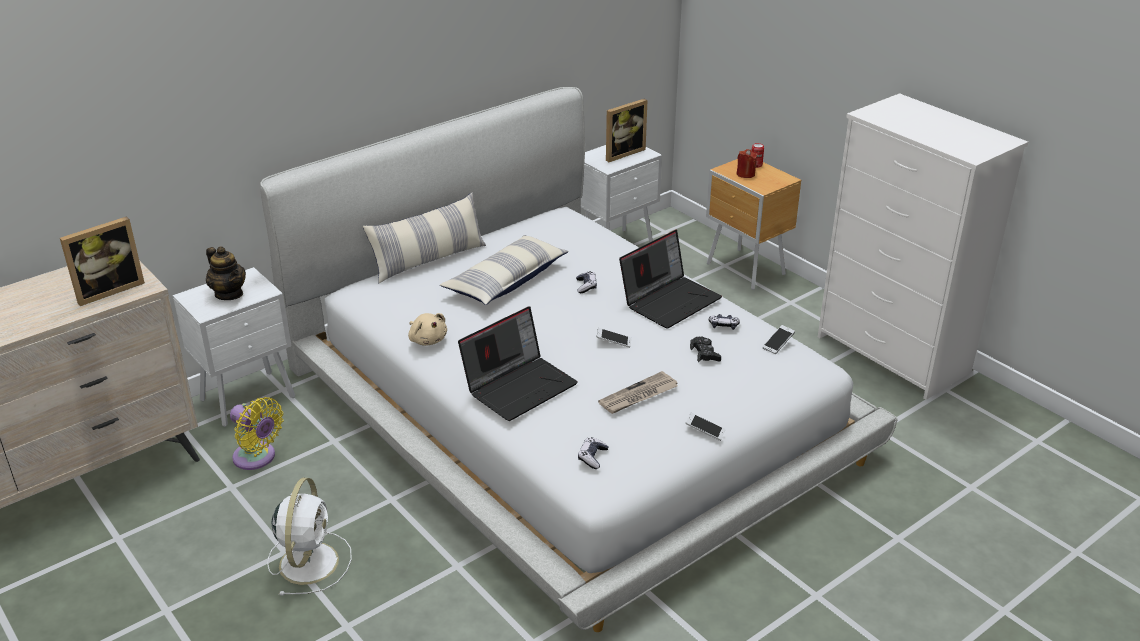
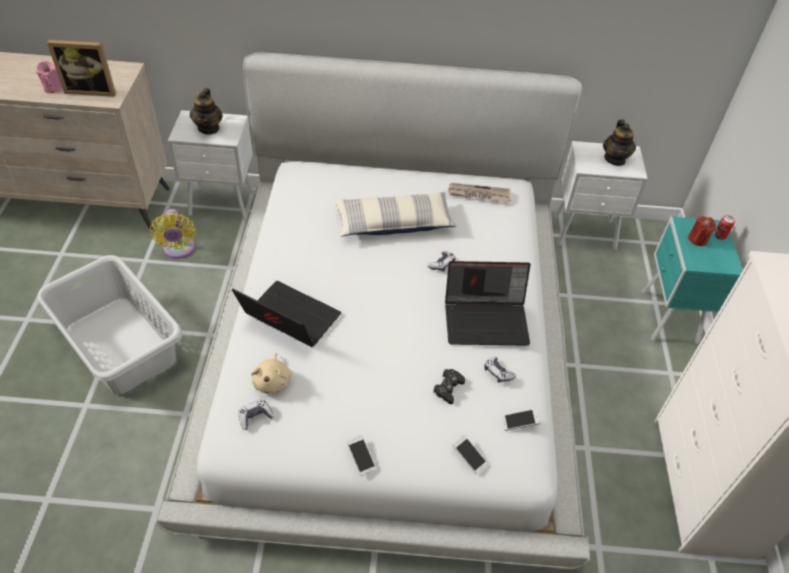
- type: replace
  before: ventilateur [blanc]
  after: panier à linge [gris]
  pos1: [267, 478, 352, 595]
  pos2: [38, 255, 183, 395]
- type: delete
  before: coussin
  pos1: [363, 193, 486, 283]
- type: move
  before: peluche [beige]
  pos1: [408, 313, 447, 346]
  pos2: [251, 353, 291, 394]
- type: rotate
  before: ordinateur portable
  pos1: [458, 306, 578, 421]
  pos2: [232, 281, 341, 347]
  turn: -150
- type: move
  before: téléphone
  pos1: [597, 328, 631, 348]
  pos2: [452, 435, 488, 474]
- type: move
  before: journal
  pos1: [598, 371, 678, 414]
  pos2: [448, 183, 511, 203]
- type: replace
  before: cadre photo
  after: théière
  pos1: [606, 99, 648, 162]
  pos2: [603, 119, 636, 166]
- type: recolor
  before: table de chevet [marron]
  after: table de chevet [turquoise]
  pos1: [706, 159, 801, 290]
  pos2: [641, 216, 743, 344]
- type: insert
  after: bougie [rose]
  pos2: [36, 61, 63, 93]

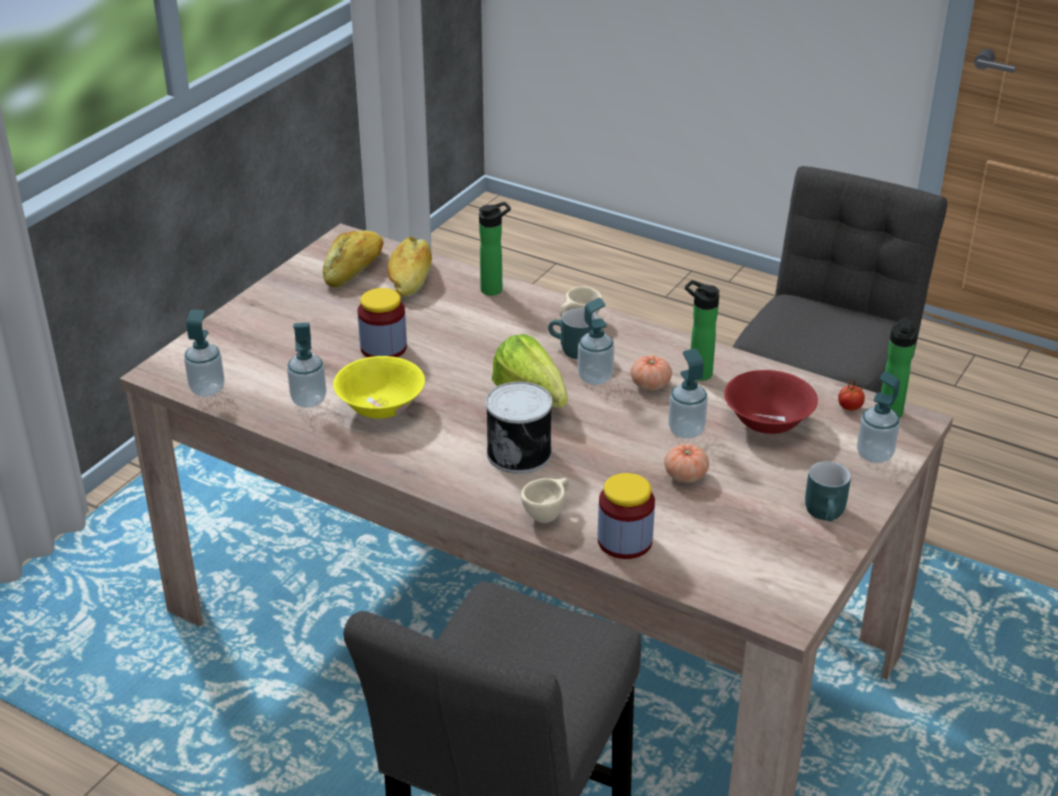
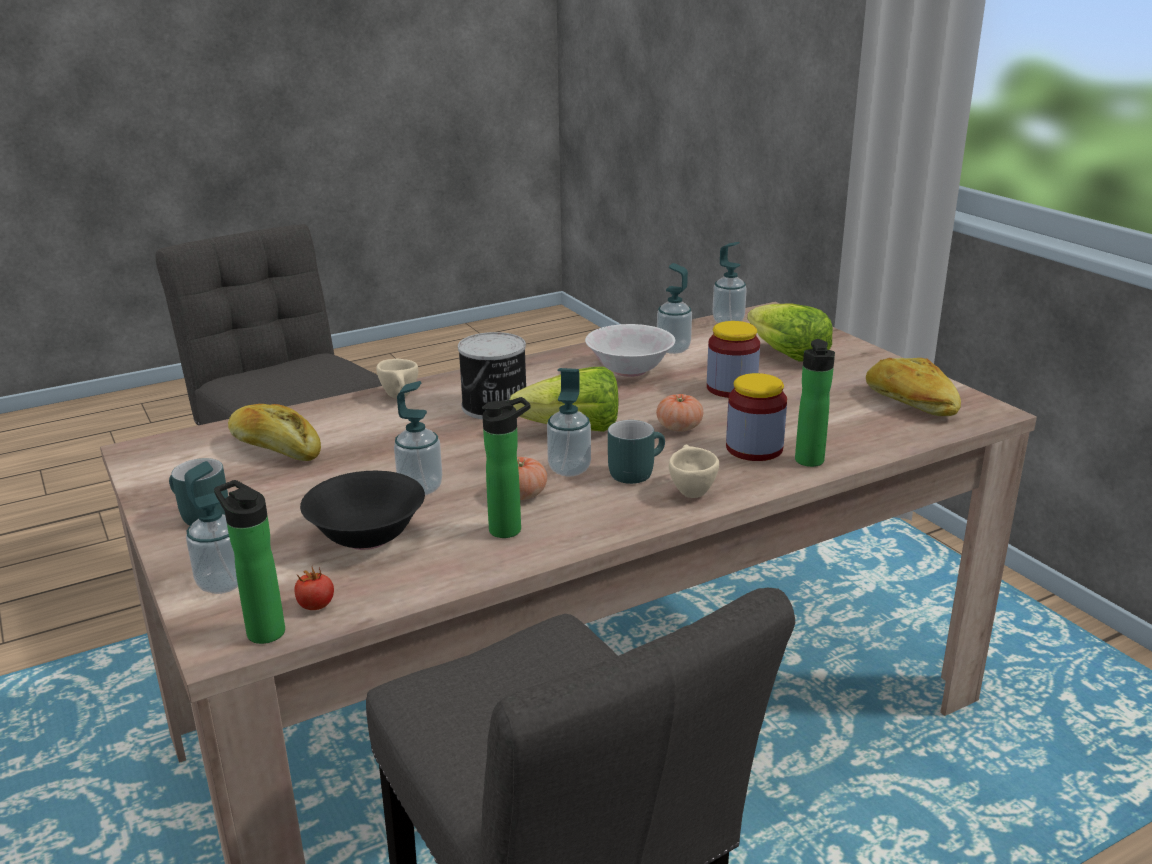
- type: recolor
  before: bol [jaune]
  after: bol [blanc]
  pos1: [333, 356, 425, 419]
  pos2: [585, 324, 675, 377]
- type: move
  before: pain
  pos1: [388, 237, 432, 297]
  pos2: [228, 404, 321, 461]
- type: move
  before: bocal
  pos1: [598, 473, 655, 559]
  pos2: [726, 373, 787, 461]
- type: move
  before: tomate
  pos1: [664, 444, 709, 483]
  pos2: [656, 394, 703, 432]
- type: recolor
  before: bol [rouge]
  after: bol [noir]
  pos1: [724, 370, 818, 434]
  pos2: [300, 471, 425, 550]
- type: insert
  after: laitue
  pos2: [747, 303, 833, 361]

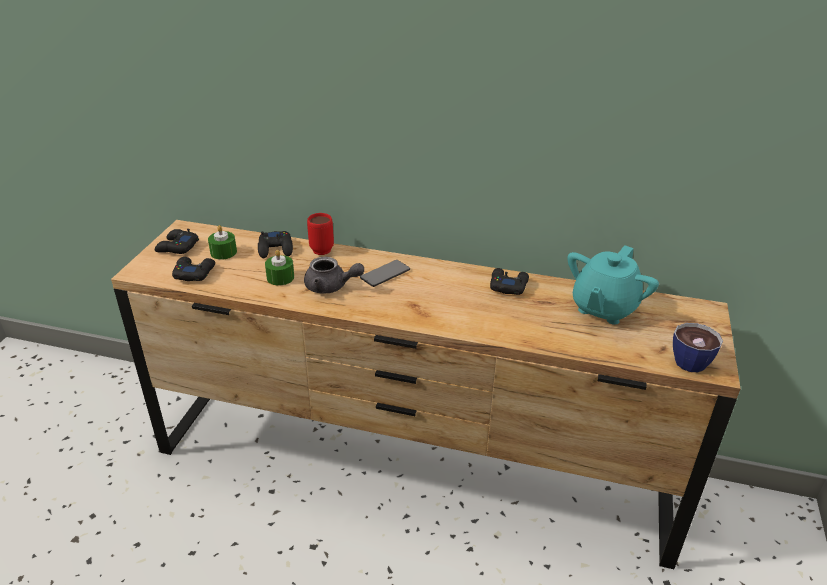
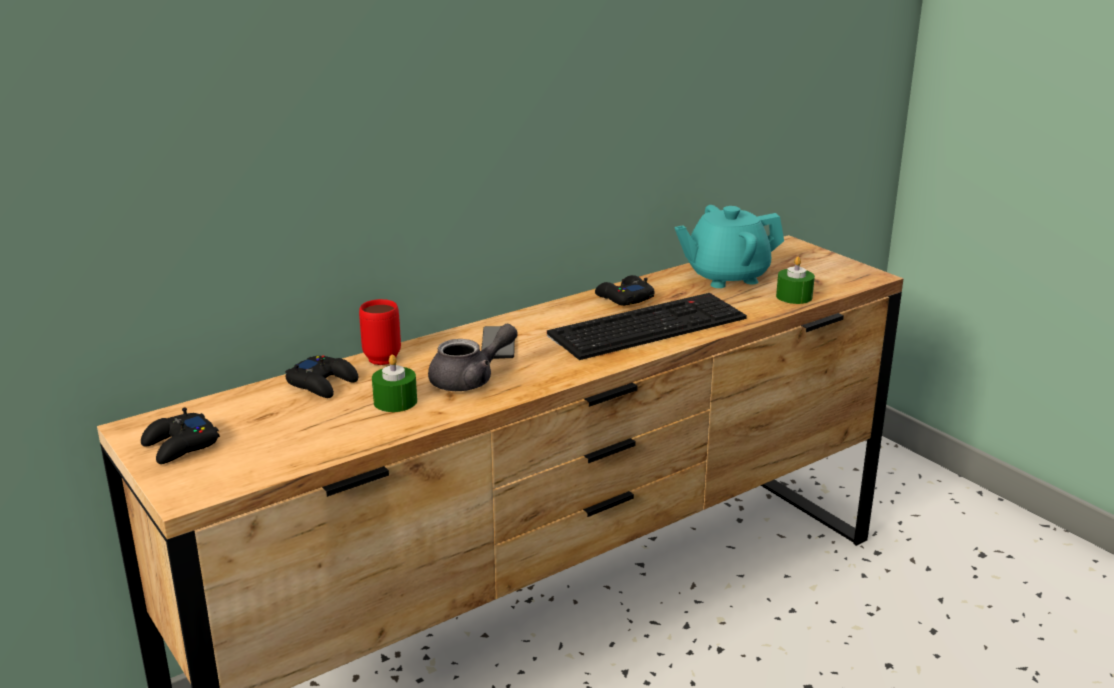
- type: delete
  before: manette [noir]
  pos1: [172, 257, 215, 281]
- type: move
  before: bougie [vert]
  pos1: [208, 225, 237, 260]
  pos2: [776, 257, 815, 304]
- type: rotate
  before: théière [turquoise]
  pos1: [567, 245, 659, 325]
  pos2: [675, 205, 784, 288]
  turn: 90
- type: delete
  before: tasse
  pos1: [673, 323, 723, 372]
- type: insert
  after: clavier
  pos2: [547, 293, 747, 360]

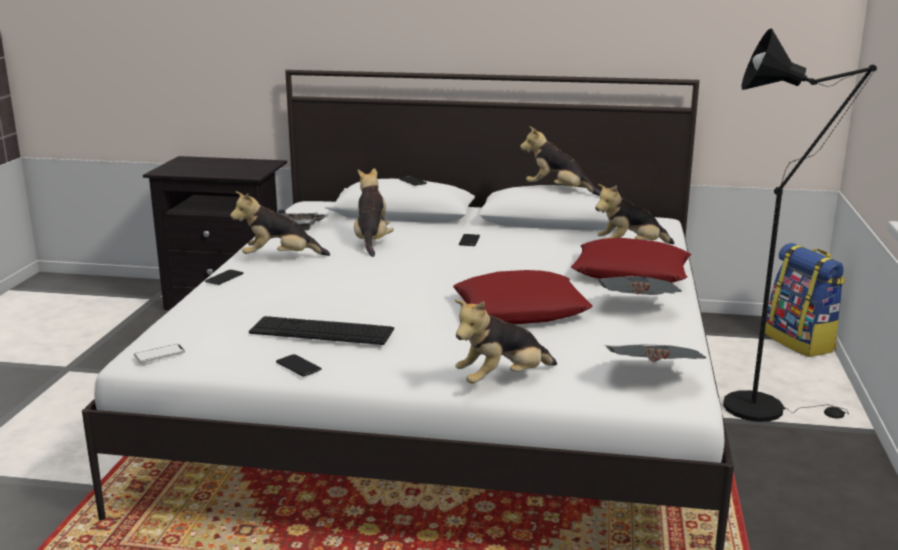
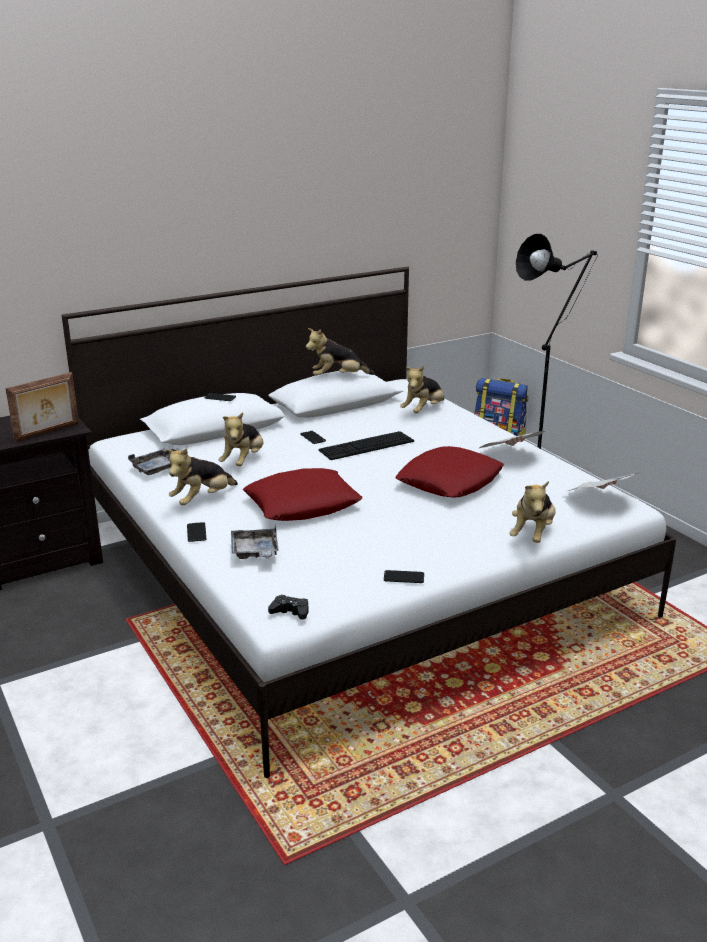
- type: replace
  before: téléphone
  after: manette [noir]
  pos1: [134, 344, 185, 363]
  pos2: [268, 595, 309, 620]
- type: move
  before: clavier
  pos1: [249, 316, 394, 345]
  pos2: [318, 431, 414, 460]
- type: rotate
  before: peluche
  pos1: [354, 168, 394, 257]
  pos2: [218, 412, 264, 466]
  turn: -120
- type: move
  before: coussin [rouge]
  pos1: [571, 238, 691, 283]
  pos2: [243, 468, 362, 521]
- type: insert
  after: cadre photo
  pos2: [5, 372, 79, 442]
- type: insert
  after: plateau [gris]
  pos2: [231, 525, 279, 559]

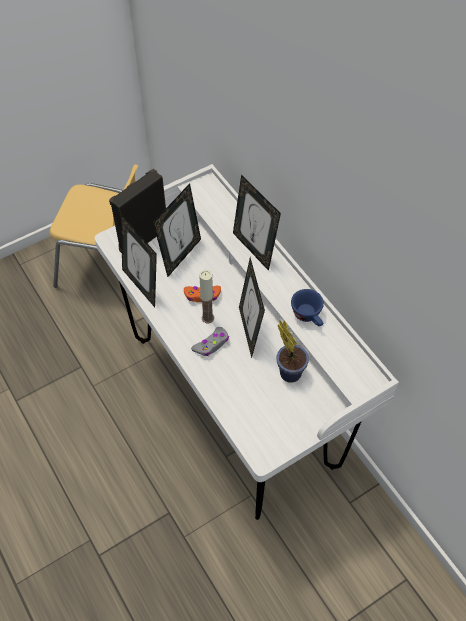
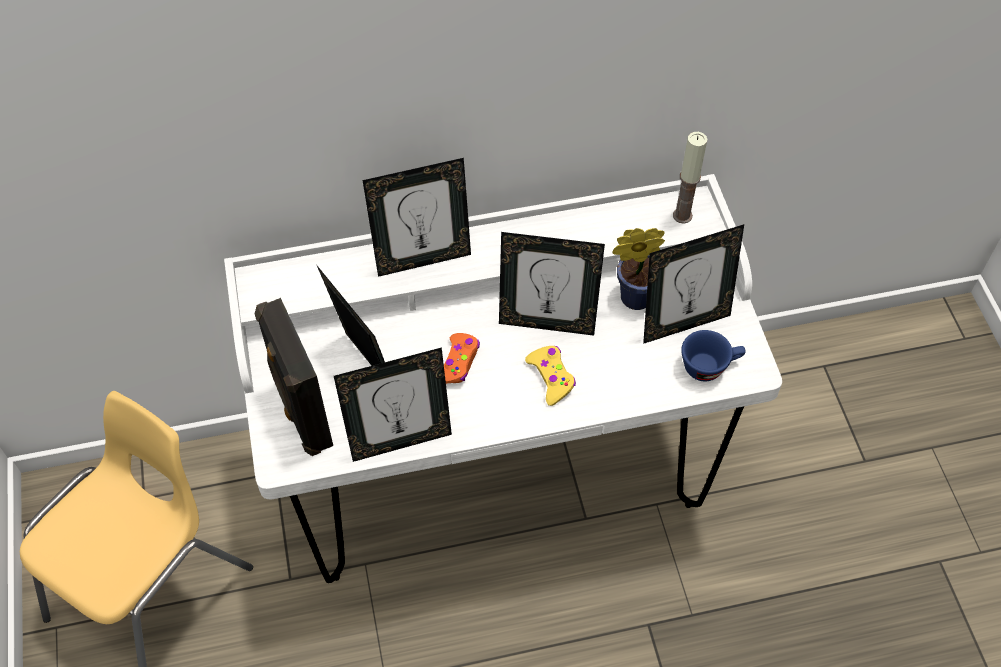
- type: recolor
  before: manette [gris]
  after: manette [jaune]
  pos1: [191, 327, 229, 356]
  pos2: [525, 346, 576, 406]
- type: move
  before: bougie
  pos1: [199, 270, 214, 324]
  pos2: [673, 132, 708, 224]
- type: move
  before: tasse [bleu]
  pos1: [291, 289, 324, 326]
  pos2: [681, 330, 746, 381]
- type: insert
  after: cadre photo
  pos2: [643, 224, 744, 344]

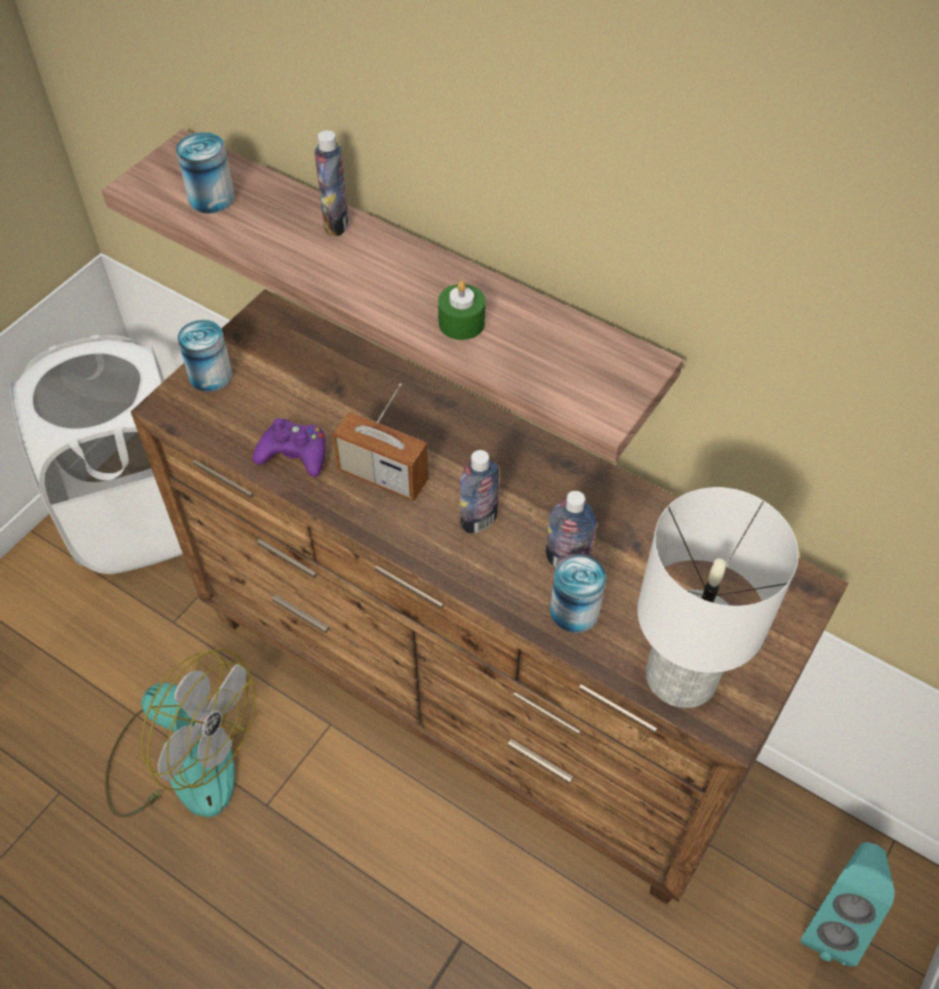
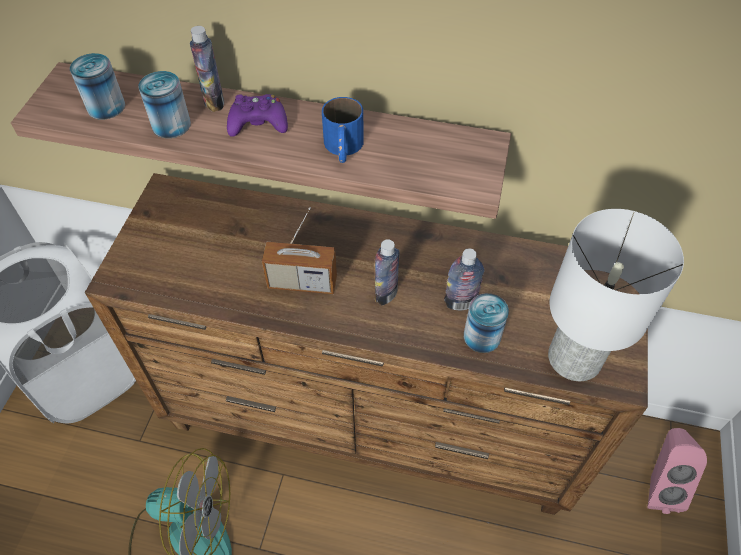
- type: move
  before: boîte métallique
  pos1: [178, 320, 232, 392]
  pos2: [138, 71, 191, 138]
- type: move
  before: manette [violet]
  pos1: [253, 418, 325, 477]
  pos2: [227, 94, 288, 137]
- type: replace
  before: bougie [vert]
  after: mug [bleu]
  pos1: [438, 281, 485, 340]
  pos2: [322, 97, 364, 163]
- type: recolor
  before: enceinte [turquoise]
  after: enceinte [rose]
  pos1: [800, 842, 895, 967]
  pos2: [648, 428, 707, 514]

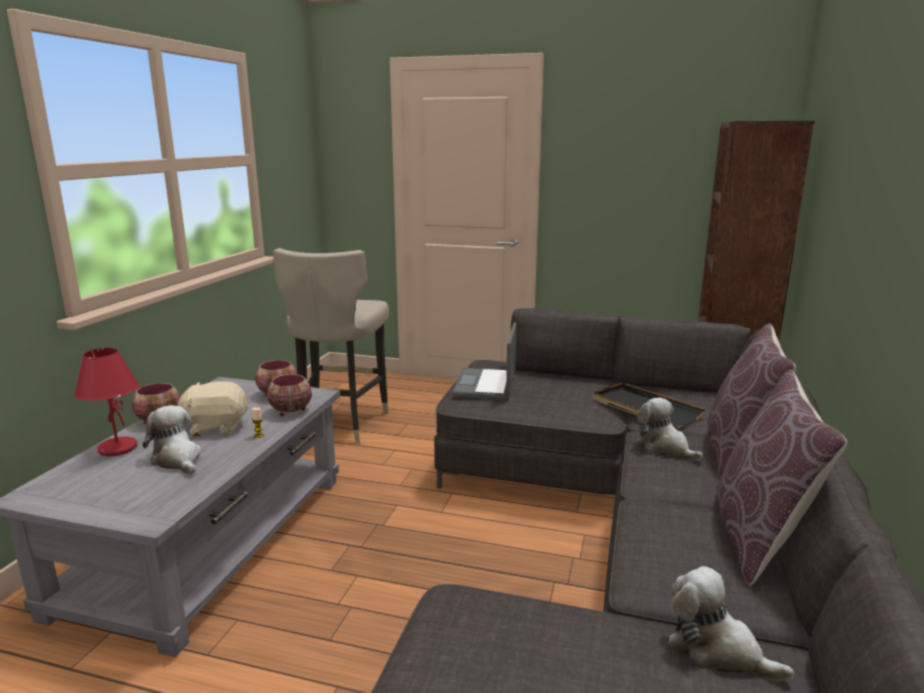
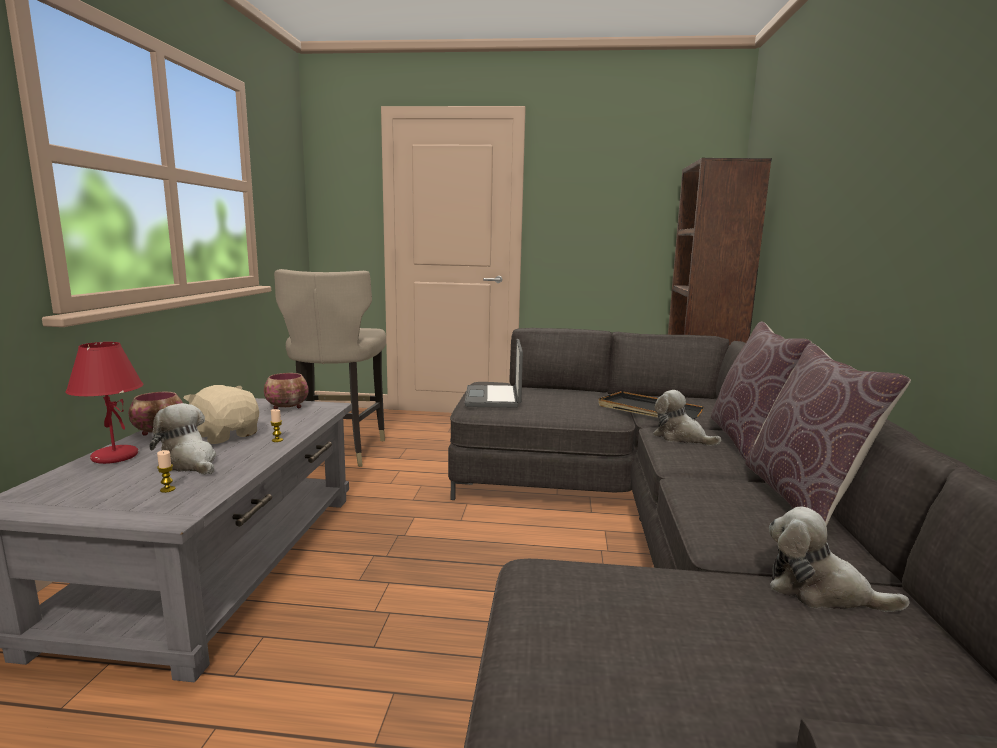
- type: rotate
  before: peluche [beige]
  pos1: [177, 381, 249, 436]
  pos2: [184, 385, 259, 444]
  turn: 60
- type: delete
  before: bol
  pos1: [267, 374, 312, 416]
- type: insert
  after: bougie
  pos2: [157, 450, 175, 493]

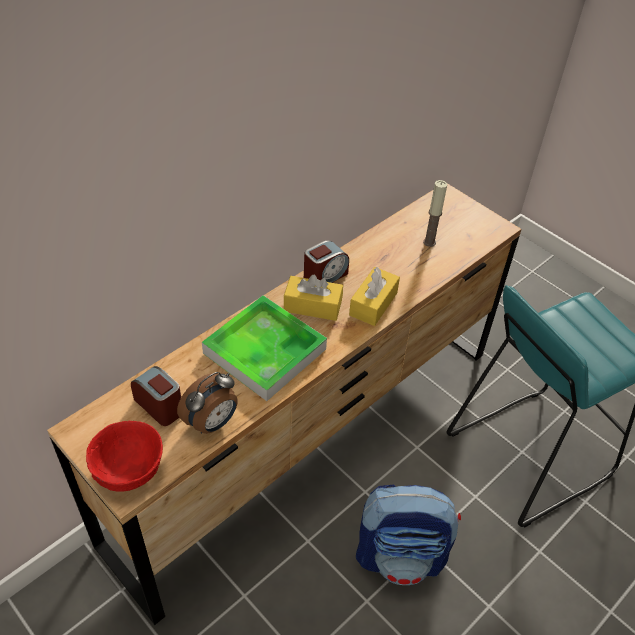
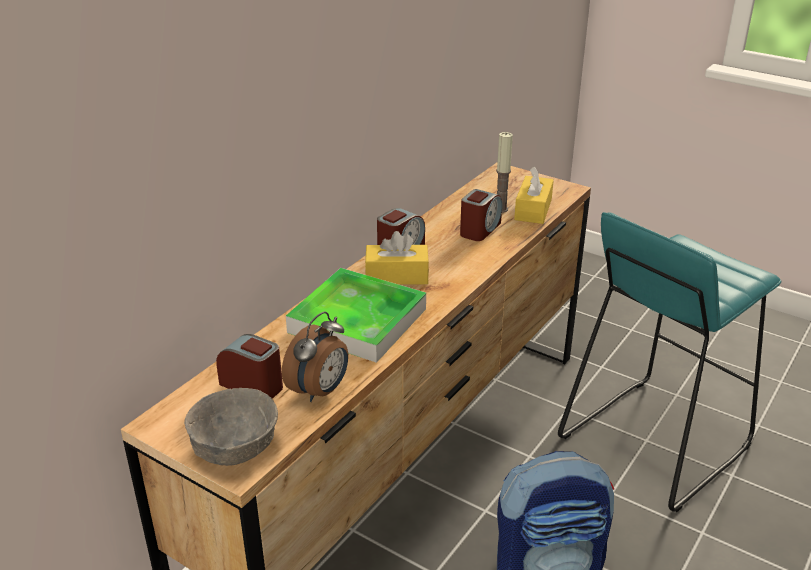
- type: recolor
  before: bol [rouge]
  after: bol [gris]
  pos1: [86, 421, 163, 492]
  pos2: [184, 388, 278, 466]
- type: move
  before: boîte à mouchoirs [jaune]
  pos1: [349, 267, 400, 326]
  pos2: [514, 166, 554, 224]
- type: insert
  after: réveil
  pos2: [460, 189, 502, 241]

